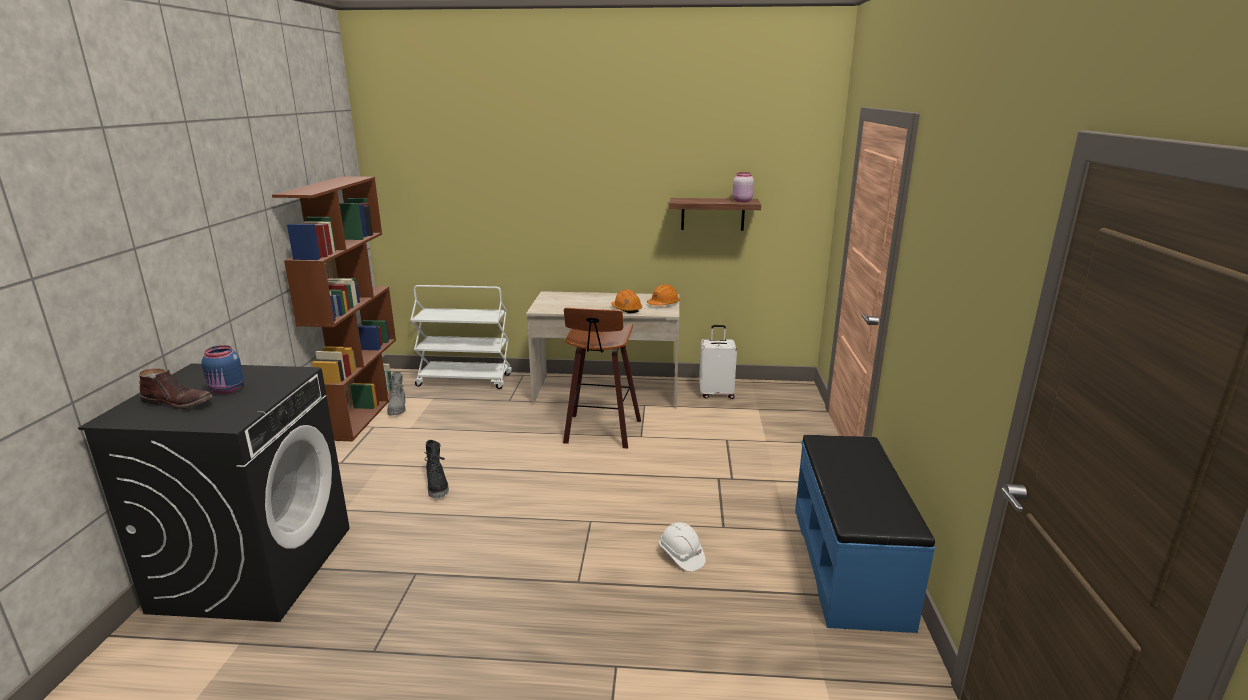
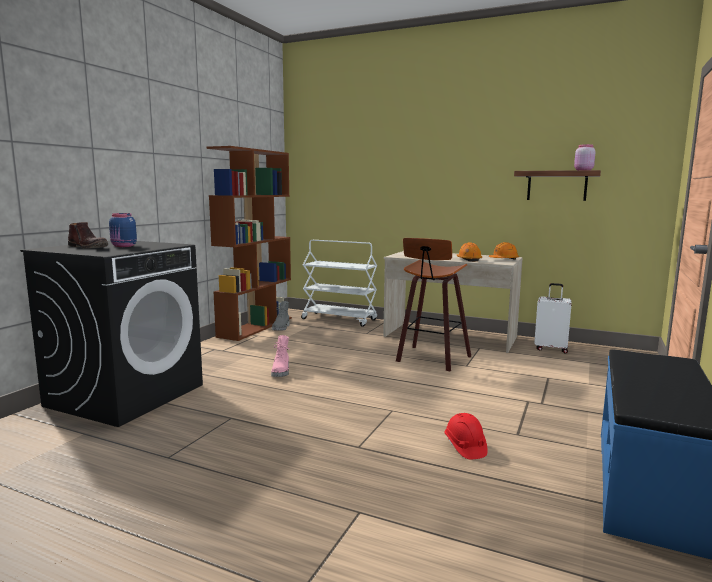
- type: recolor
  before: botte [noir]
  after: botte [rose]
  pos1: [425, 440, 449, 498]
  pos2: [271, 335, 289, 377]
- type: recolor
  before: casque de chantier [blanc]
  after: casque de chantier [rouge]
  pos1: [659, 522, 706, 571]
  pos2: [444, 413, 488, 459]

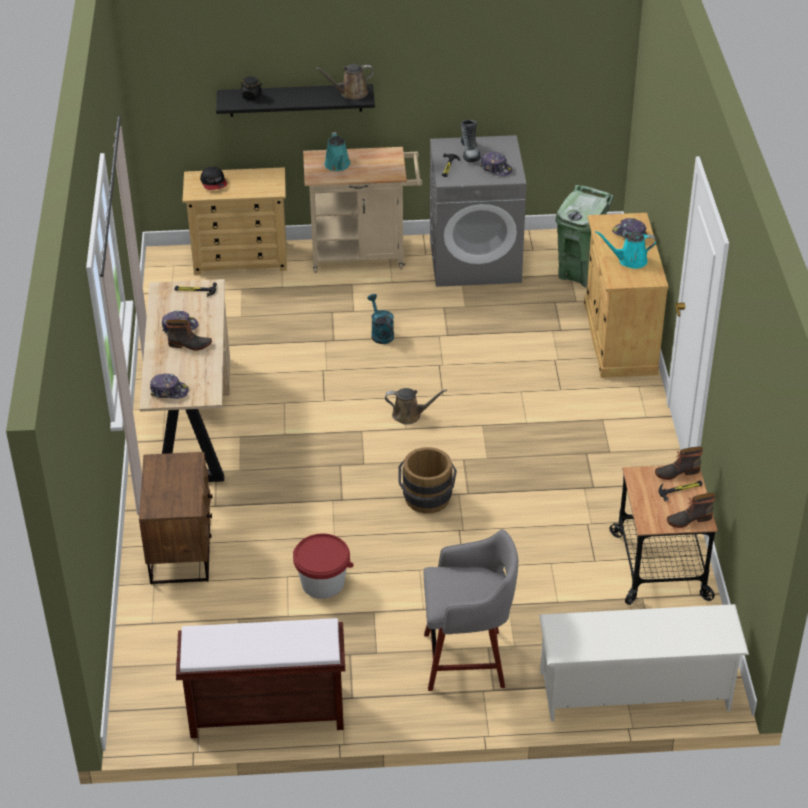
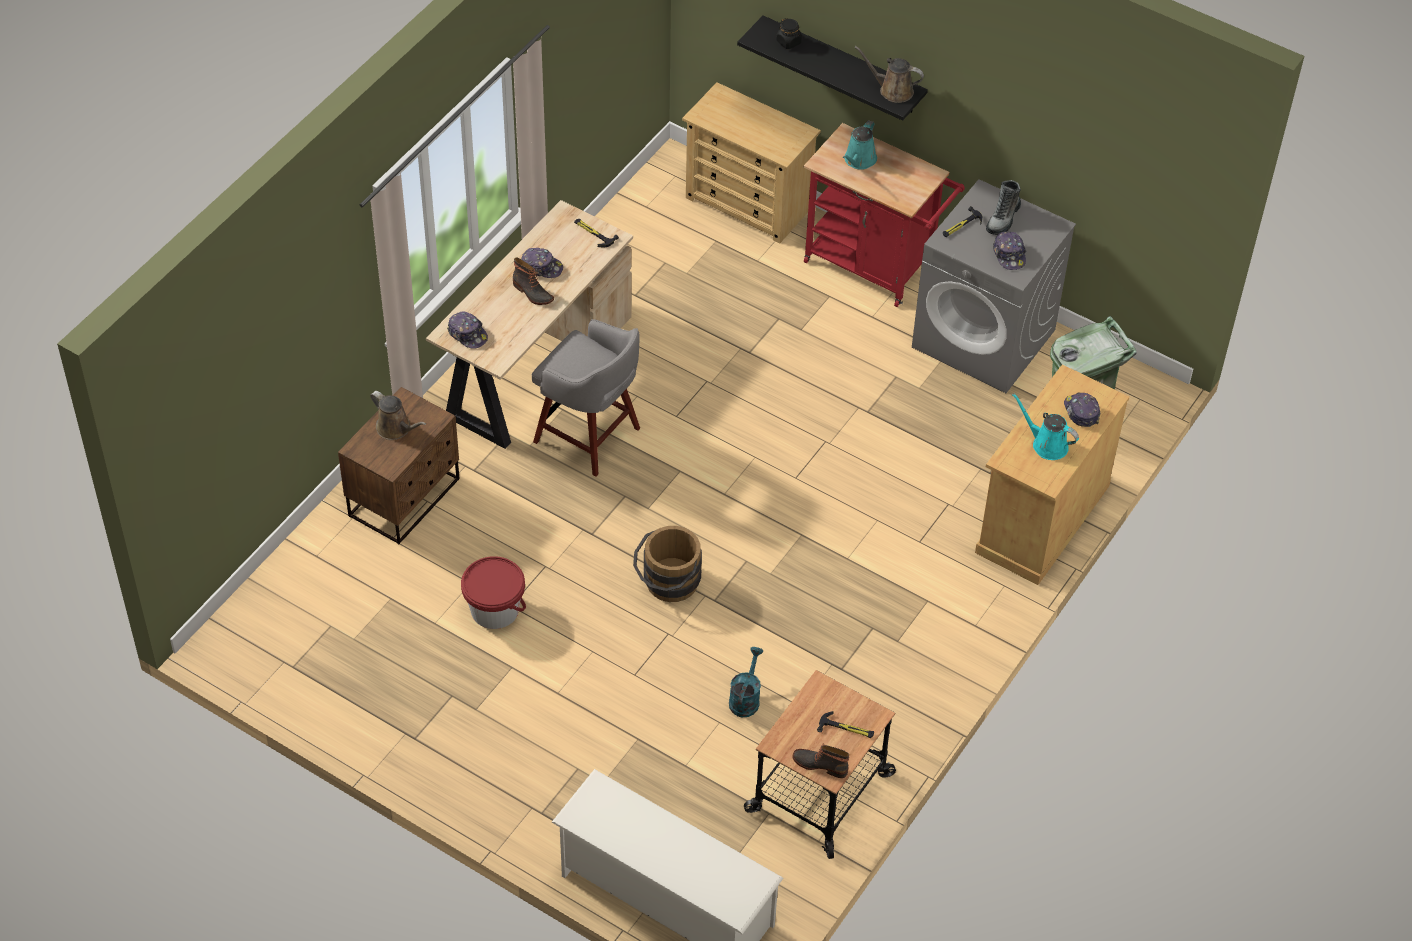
- type: delete
  before: banc [marron]
  pos1: [176, 618, 345, 738]
- type: delete
  before: casquette
  pos1: [200, 167, 227, 190]
- type: recolor
  before: chariot [beige]
  after: chariot [rouge]
  pos1: [303, 147, 422, 273]
  pos2: [804, 123, 965, 307]
- type: move
  before: arrosoir [turquoise]
  pos1: [367, 294, 394, 344]
  pos2: [729, 647, 763, 718]
- type: move
  before: arrosoir [marron]
  pos1: [385, 388, 447, 425]
  pos2: [370, 391, 426, 440]
- type: move
  before: tabouret [gris]
  pos1: [424, 529, 518, 691]
  pos2: [532, 319, 640, 477]
- type: delete
  before: botte
  pos1: [655, 447, 703, 480]

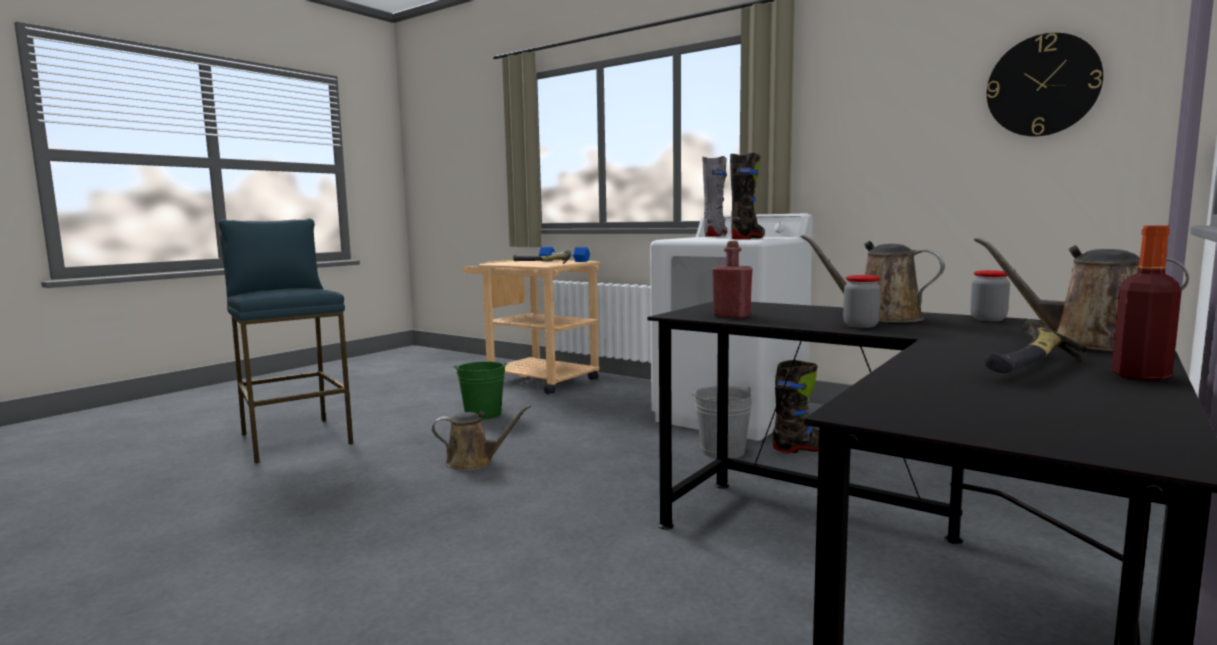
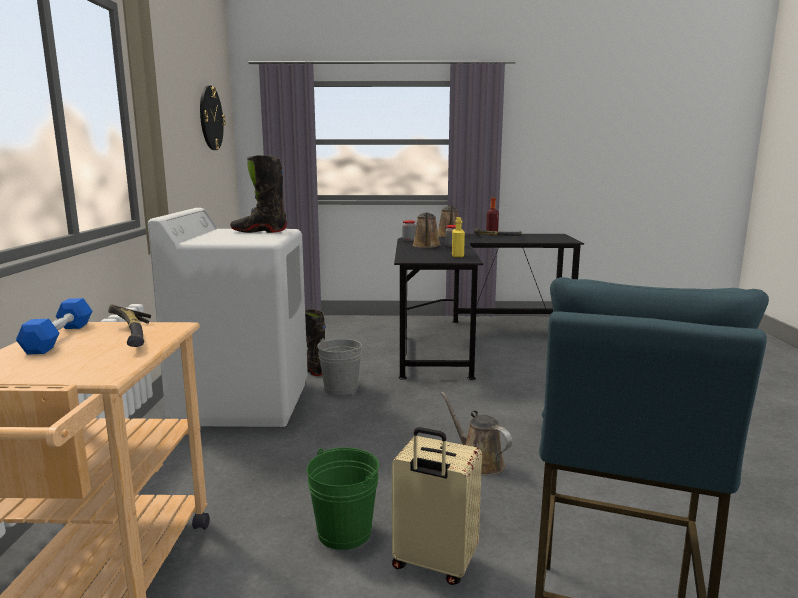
- type: delete
  before: botte [gris]
  pos1: [702, 156, 728, 237]
- type: recolor
  before: bouteille [rouge]
  after: bouteille [jaune]
  pos1: [712, 241, 752, 318]
  pos2: [452, 217, 465, 257]
- type: insert
  after: valise [beige]
  pos2: [392, 427, 482, 585]

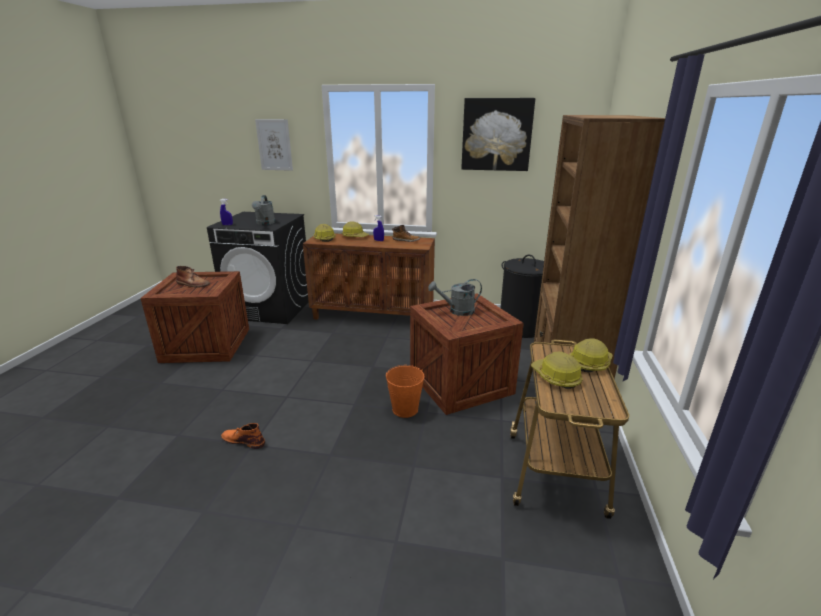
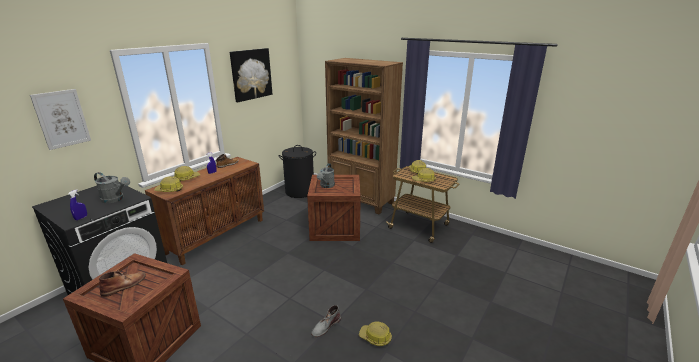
- type: recolor
  before: botte [orange]
  after: botte [gris]
  pos1: [221, 423, 265, 449]
  pos2: [311, 305, 341, 337]
- type: delete
  before: seau [orange]
  pos1: [386, 365, 424, 418]
- type: insert
  after: casque de chantier
  pos2: [359, 321, 392, 346]

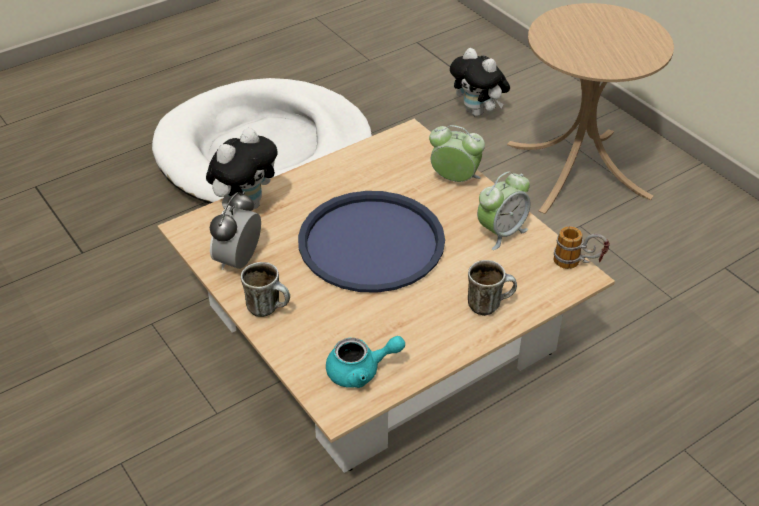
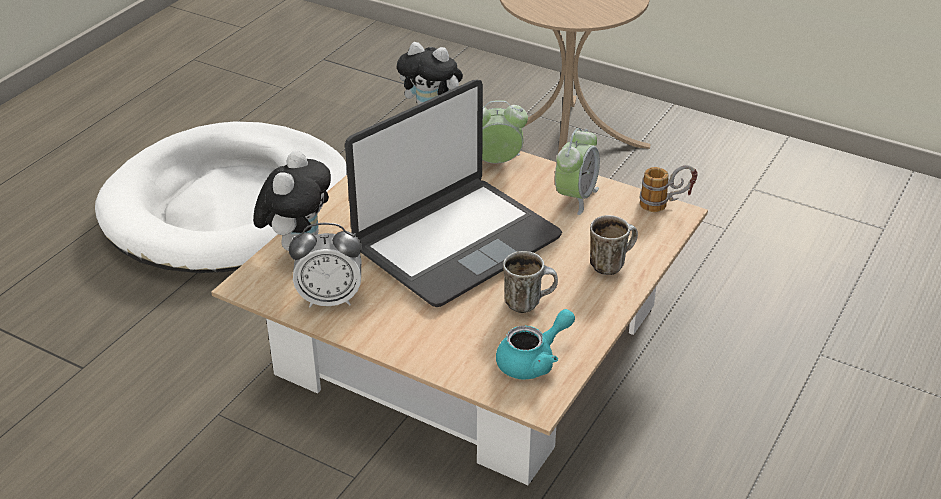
- type: rotate
  before: réveil
  pos1: [210, 191, 261, 270]
  pos2: [289, 223, 362, 307]
  turn: -90
- type: move
  before: mug
  pos1: [241, 262, 290, 317]
  pos2: [503, 251, 558, 313]
- type: replace
  before: plateau [bleu]
  after: ordinateur portable
  pos1: [298, 191, 445, 293]
  pos2: [345, 80, 562, 307]

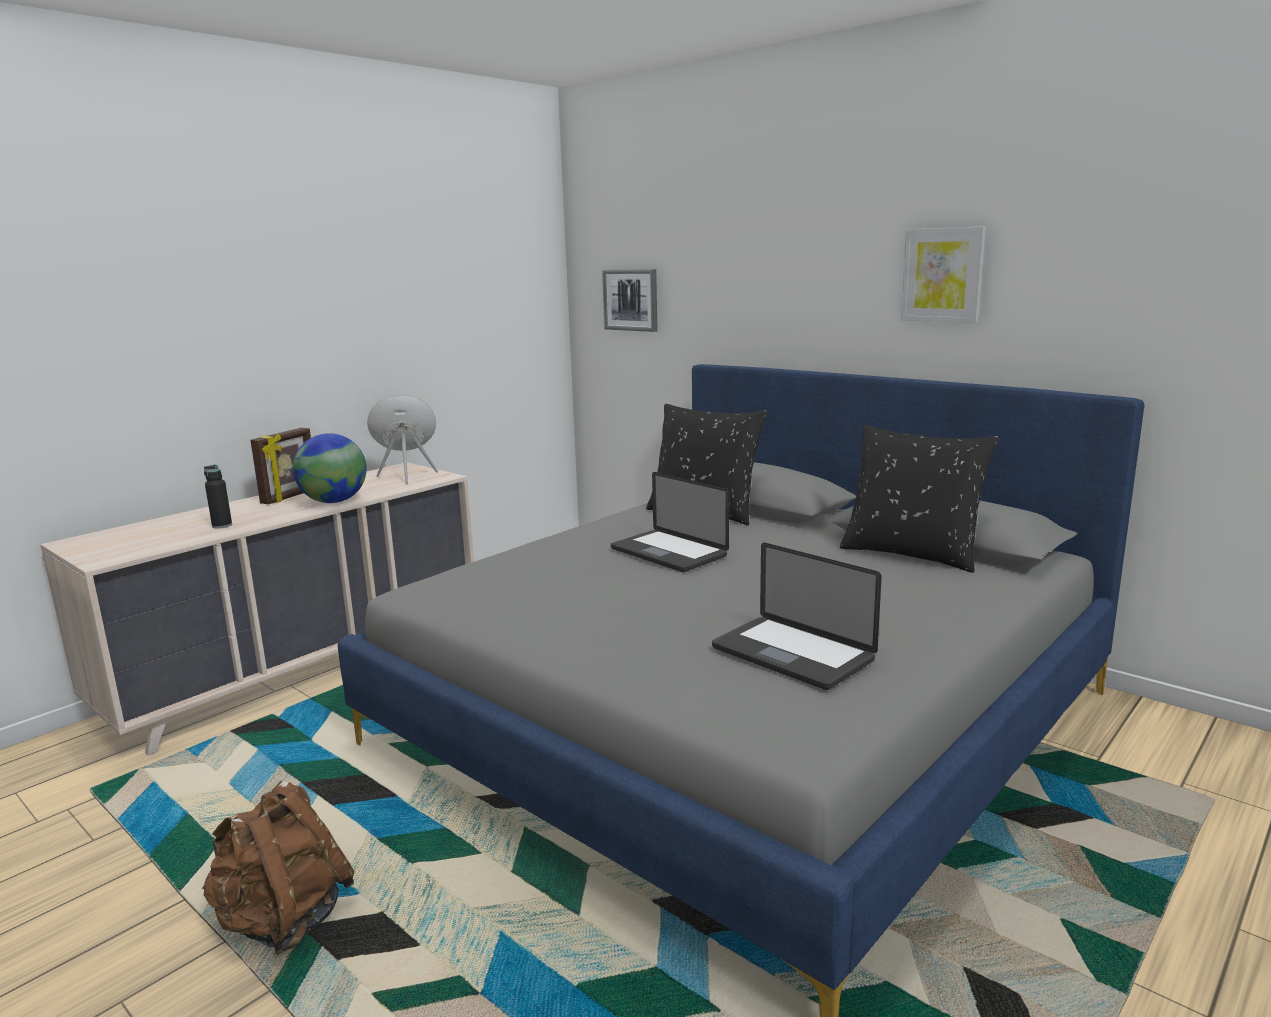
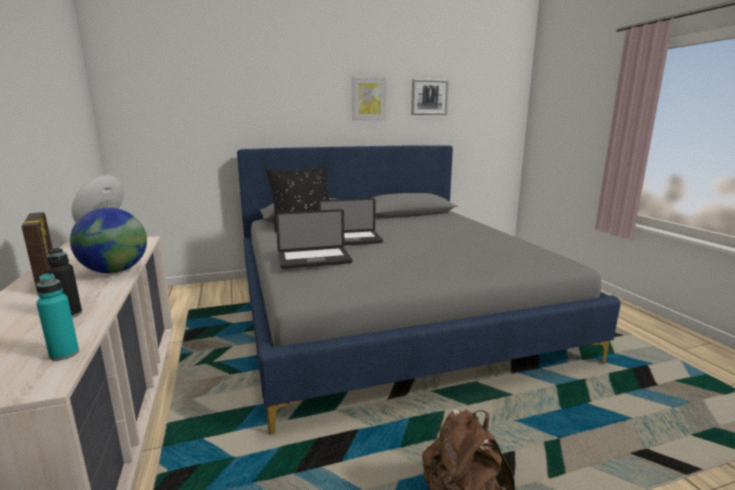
- type: move
  before: tableau
  pos1: [602, 269, 658, 332]
  pos2: [411, 79, 449, 115]
- type: move
  before: ordinateur portable
  pos1: [712, 543, 882, 690]
  pos2: [275, 209, 352, 269]
- type: delete
  before: coussin [noir]
  pos1: [840, 425, 999, 573]
- type: insert
  after: bouteille [turquoise]
  pos2: [36, 273, 79, 361]

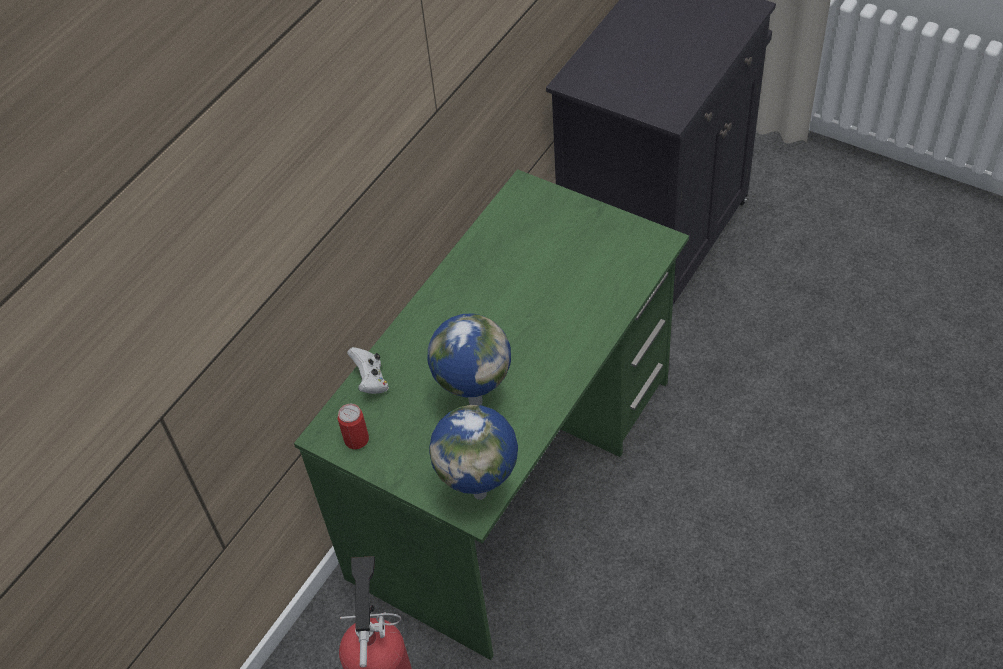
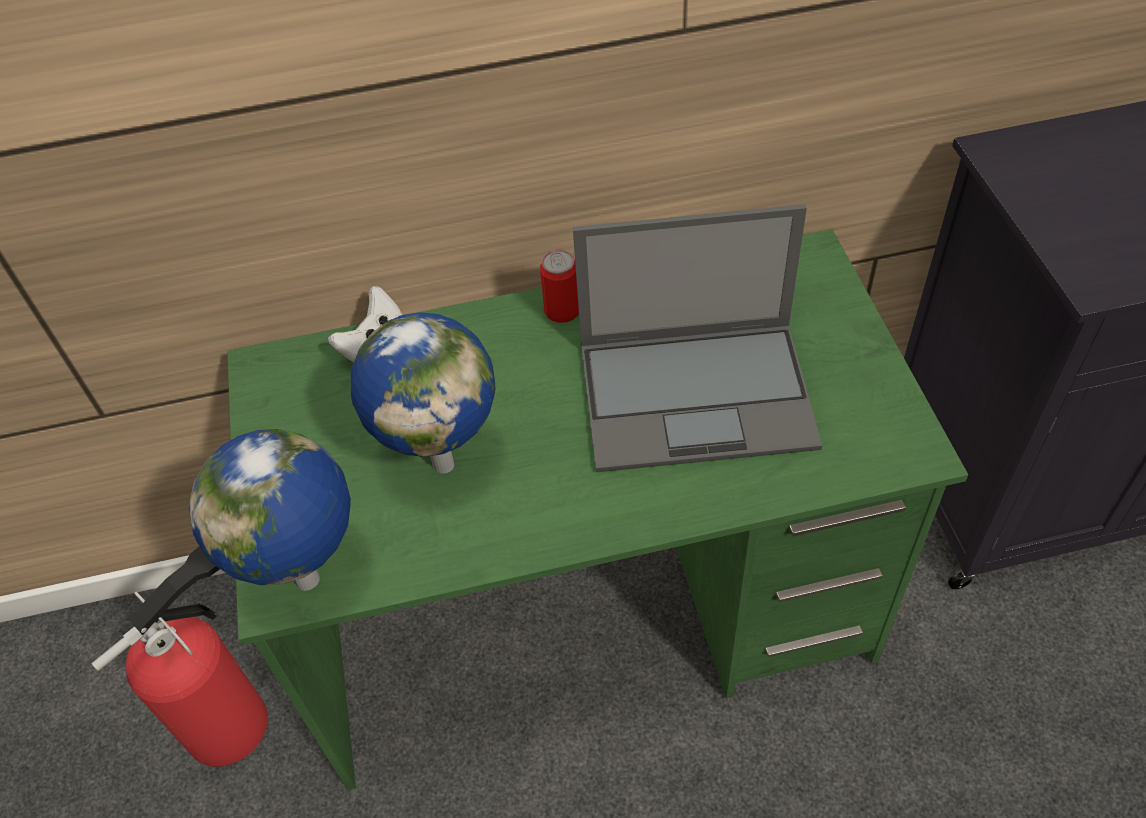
- type: move
  before: boîte métallique
  pos1: [338, 404, 369, 449]
  pos2: [540, 250, 579, 323]
- type: insert
  after: ordinateur portable
  pos2: [573, 204, 822, 472]

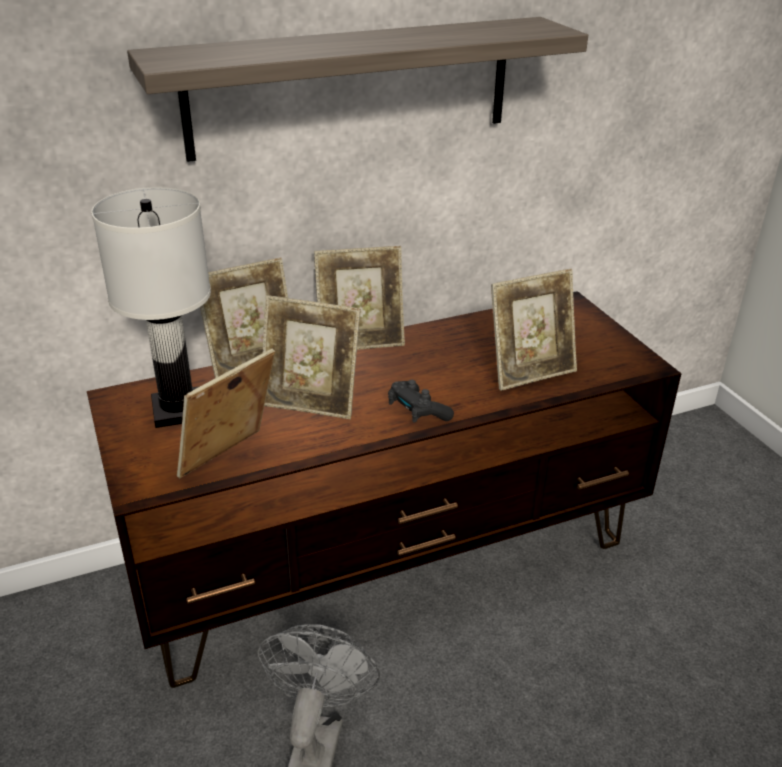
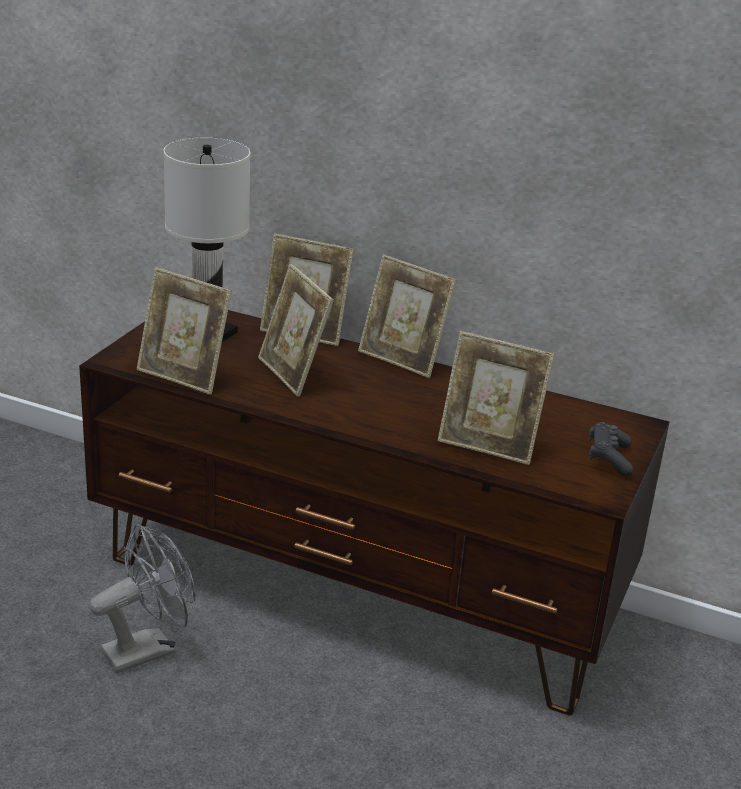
- type: delete
  before: étagère
  pos1: [127, 17, 588, 162]
- type: rotate
  before: cadre photo
  pos1: [177, 348, 275, 478]
  pos2: [137, 267, 232, 395]
  turn: -150
- type: move
  before: manette [noir]
  pos1: [388, 380, 454, 423]
  pos2: [589, 422, 633, 477]

